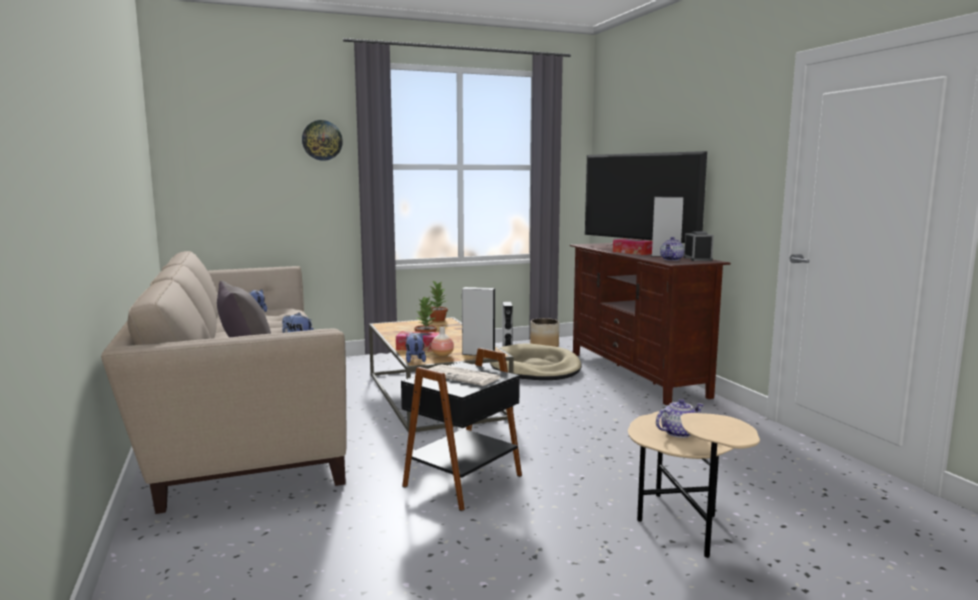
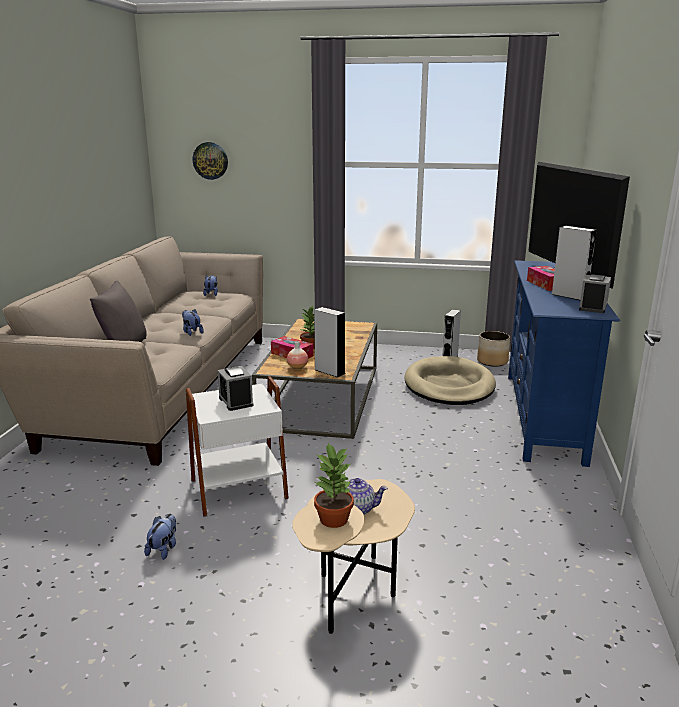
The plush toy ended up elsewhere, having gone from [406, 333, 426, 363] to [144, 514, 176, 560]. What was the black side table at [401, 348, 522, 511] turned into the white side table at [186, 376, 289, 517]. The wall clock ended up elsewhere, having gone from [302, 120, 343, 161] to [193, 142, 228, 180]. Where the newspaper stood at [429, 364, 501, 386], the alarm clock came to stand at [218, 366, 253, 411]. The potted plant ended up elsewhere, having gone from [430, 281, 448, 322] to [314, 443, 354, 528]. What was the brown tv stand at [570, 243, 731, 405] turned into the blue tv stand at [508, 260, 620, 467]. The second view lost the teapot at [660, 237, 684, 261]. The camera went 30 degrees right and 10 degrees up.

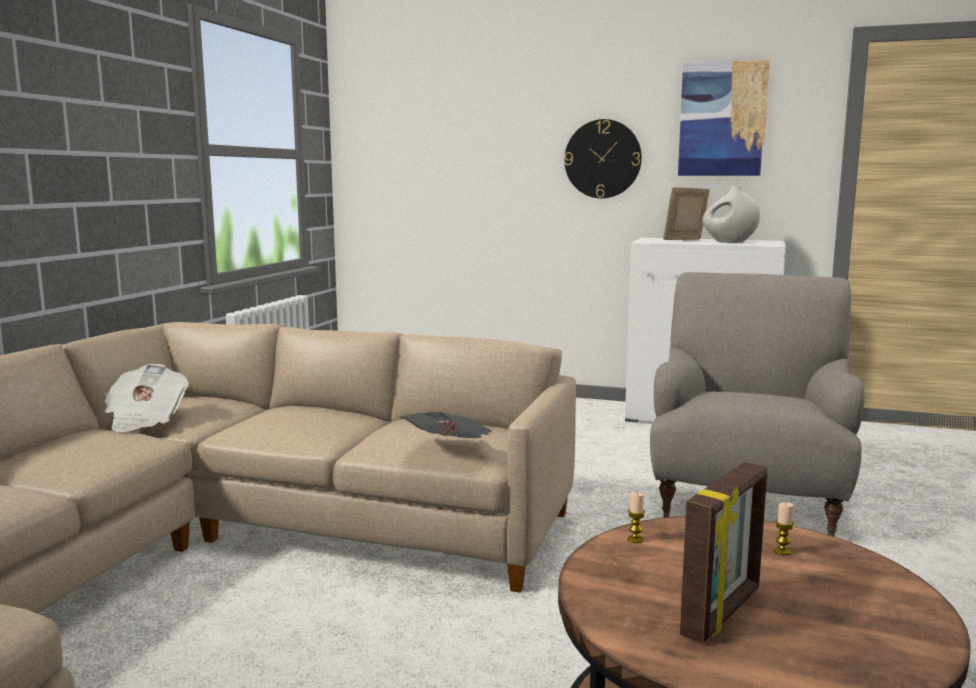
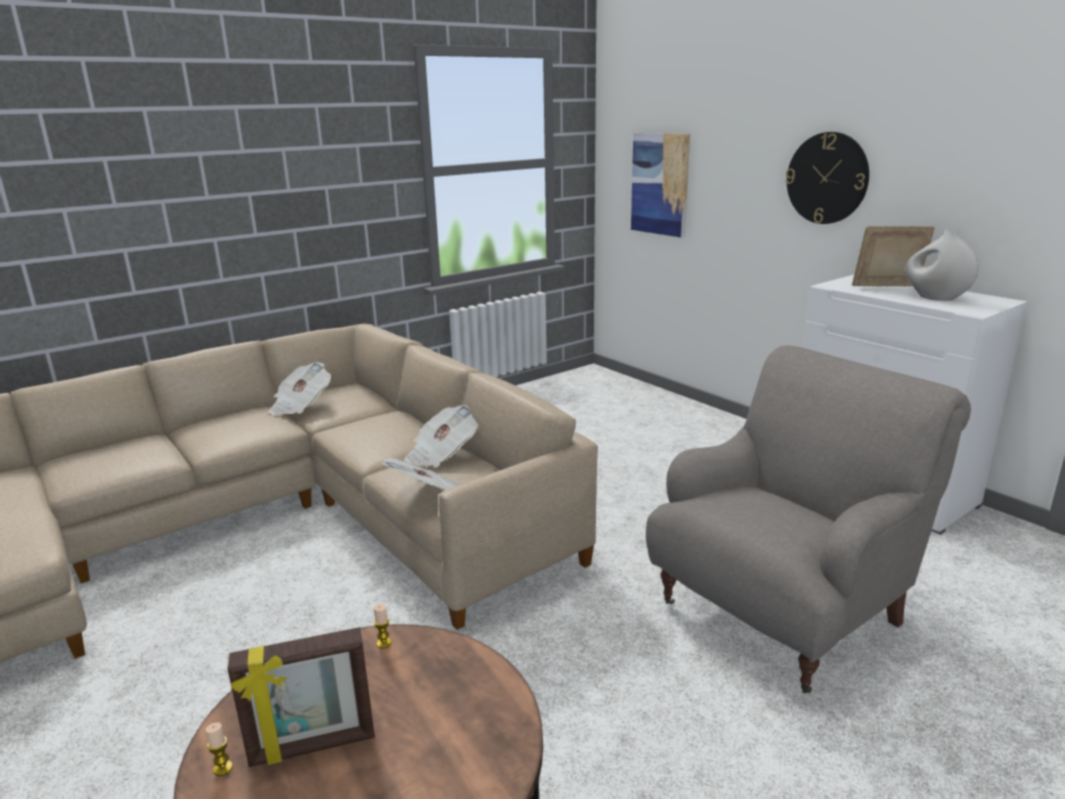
The candle ended up elsewhere, having gone from [774, 502, 794, 555] to [205, 722, 233, 776]. The second view gained the newspaper at [404, 405, 478, 468]. The picture ended up elsewhere, having gone from [678, 60, 770, 176] to [631, 133, 690, 238]. The camera went 35 degrees right and 10 degrees up.

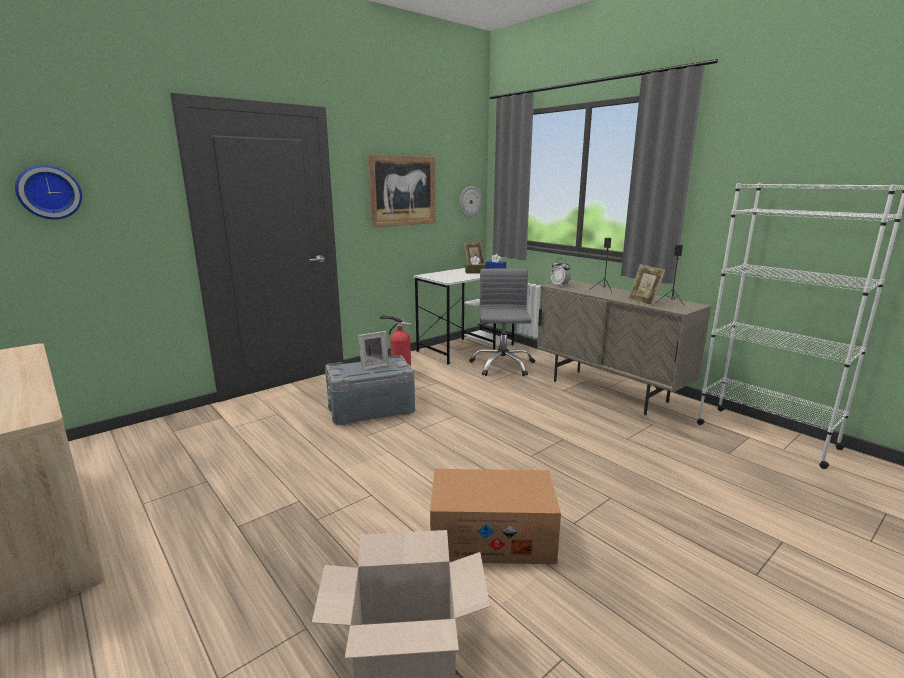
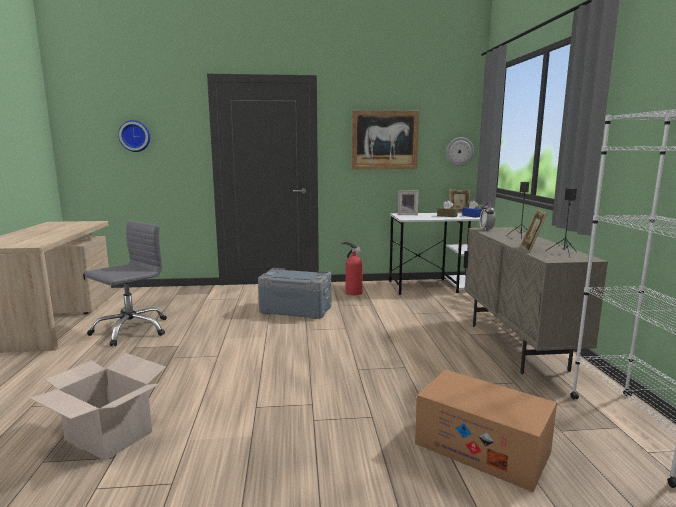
The grey office chair ended up elsewhere, having gone from [469, 269, 535, 376] to [84, 221, 167, 346]. The picture frame ended up elsewhere, having gone from [358, 331, 389, 370] to [398, 190, 418, 215]. The cardboard box ended up elsewhere, having gone from [430, 469, 561, 564] to [415, 369, 557, 492]. The camera went 35 degrees right and 5 degrees down.

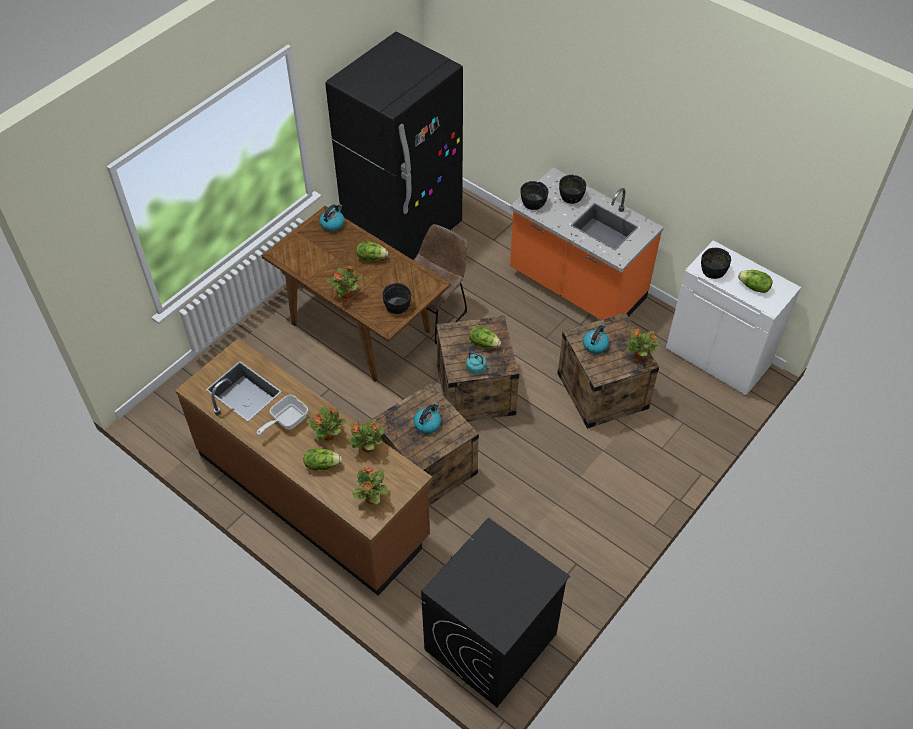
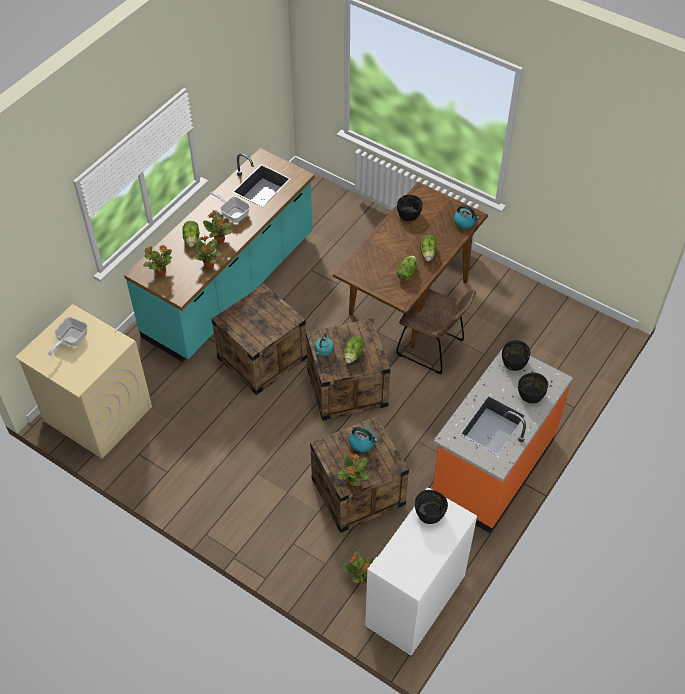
What was the black washing machine at [421, 518, 570, 707] turned into the beige washing machine at [15, 304, 152, 459]. The second view gained the frying pan at [48, 317, 88, 356]. What was the brown counter at [175, 338, 433, 596] turned into the turquoise counter at [124, 148, 315, 362]. The potted plant ended up elsewhere, having gone from [327, 266, 362, 298] to [343, 551, 374, 583]. The black bowl ended up elsewhere, having gone from [383, 283, 411, 314] to [397, 195, 423, 221]. The lettuce ended up elsewhere, having gone from [738, 270, 772, 293] to [397, 255, 417, 280]. The second view lost the black fridge at [325, 32, 463, 260]. The second view lost the kettle at [413, 403, 441, 434]. The camera went 85 degrees right and 0 degrees up.

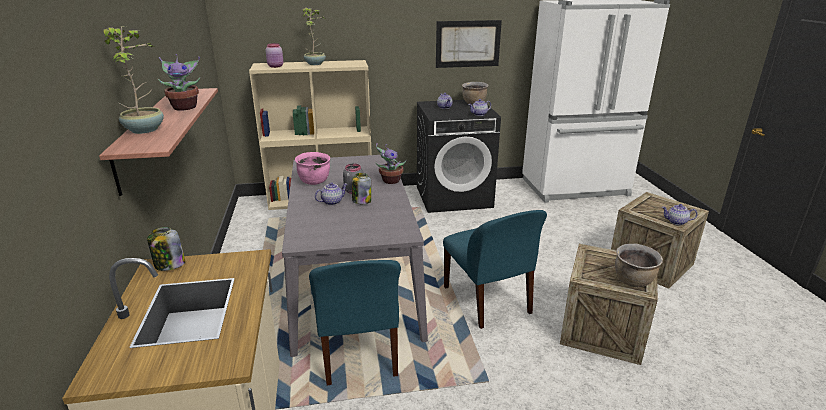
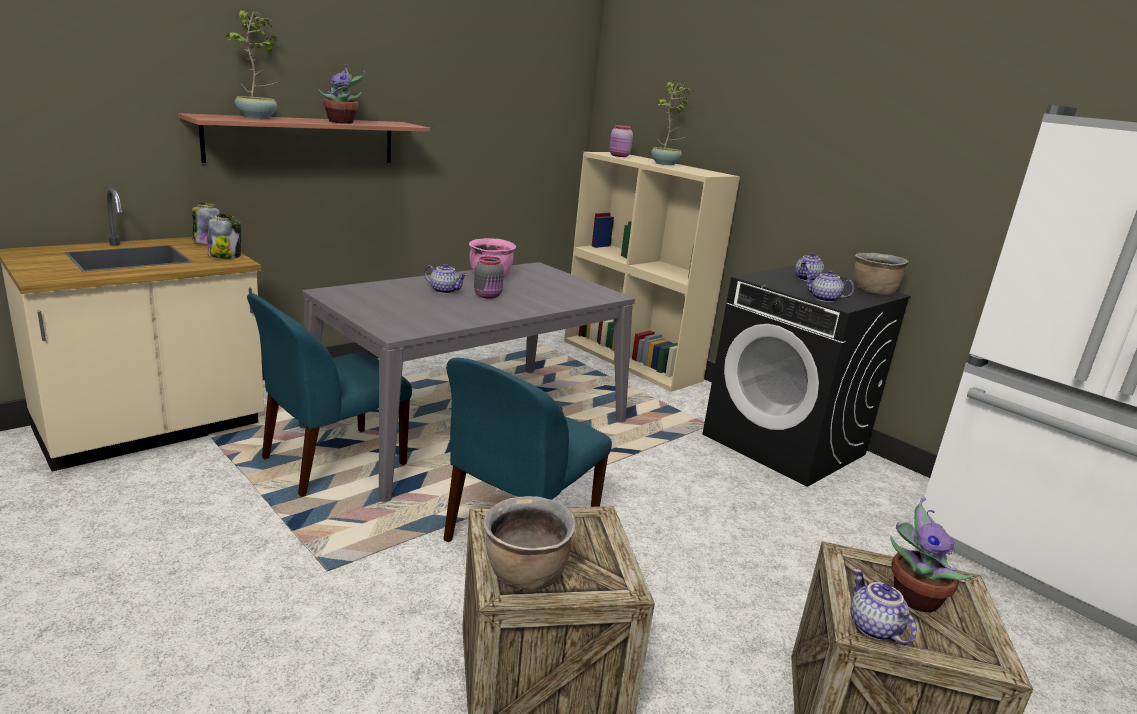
The jar ended up elsewhere, having gone from [352, 173, 371, 204] to [208, 214, 241, 259]. The potted plant ended up elsewhere, having gone from [376, 143, 407, 184] to [890, 497, 975, 612]. The second view lost the picture at [436, 20, 502, 68]. The camera went 55 degrees right and 5 degrees down.

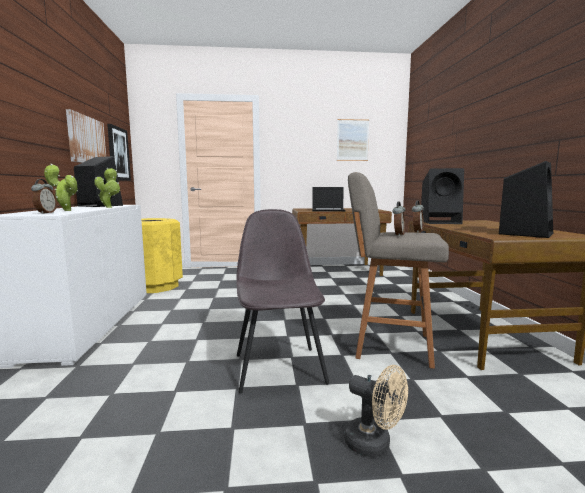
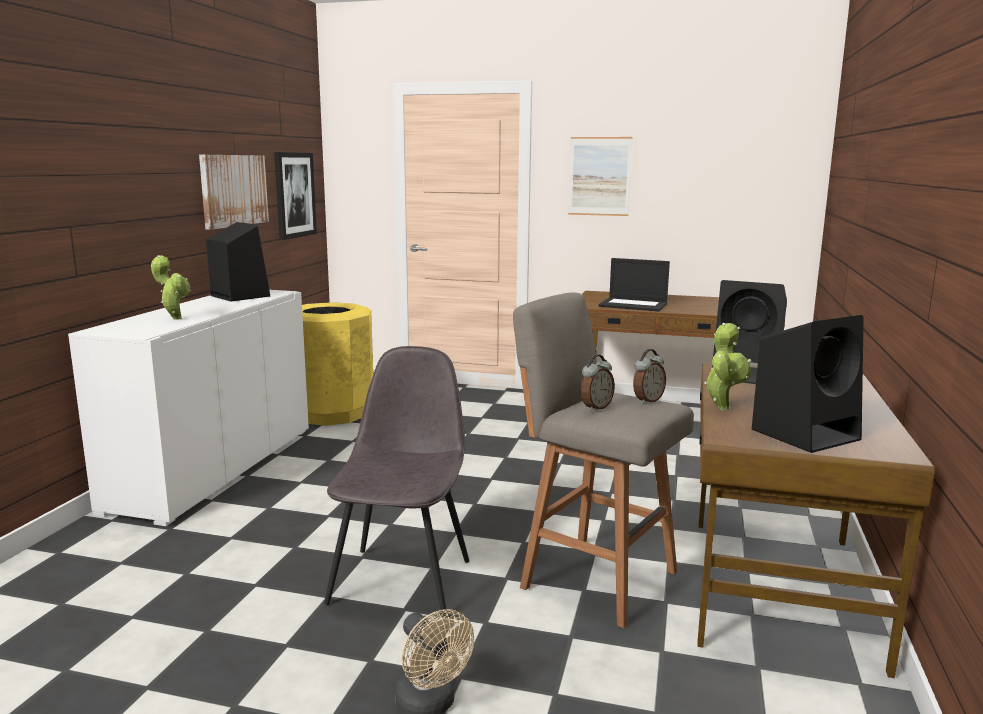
The picture ended up elsewhere, having gone from [337, 119, 369, 161] to [568, 137, 633, 216]. The potted plant ended up elsewhere, having gone from [94, 168, 120, 208] to [704, 322, 752, 411]. The second view lost the alarm clock at [31, 179, 57, 214]. The camera went 20 degrees right and 5 degrees up.

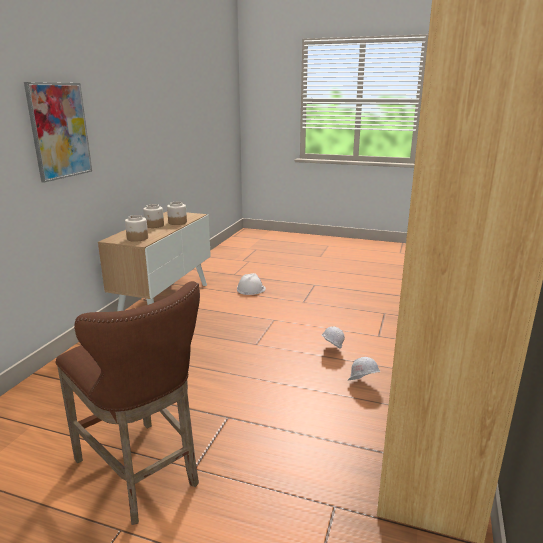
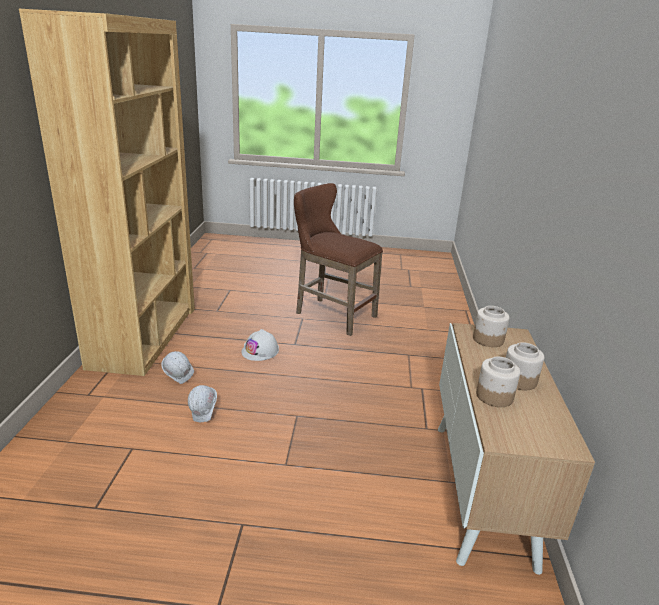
The white hard hat ended up elsewhere, having gone from [237, 273, 266, 295] to [241, 329, 279, 361]. The second view lost the picture at [24, 82, 92, 183]. The camera went 165 degrees right and 5 degrees up.

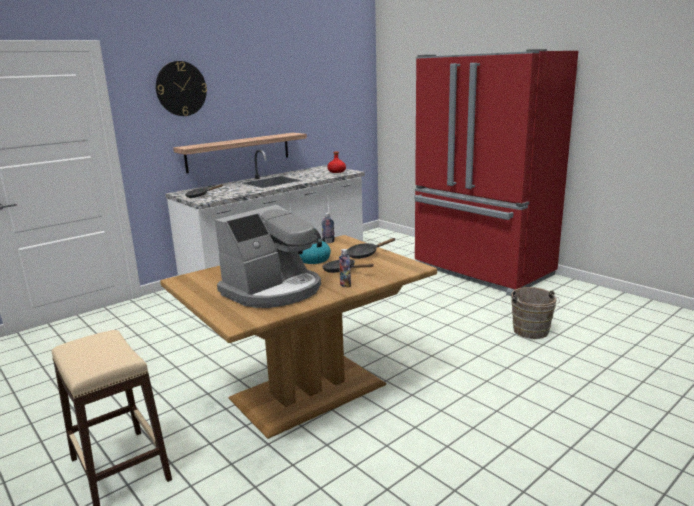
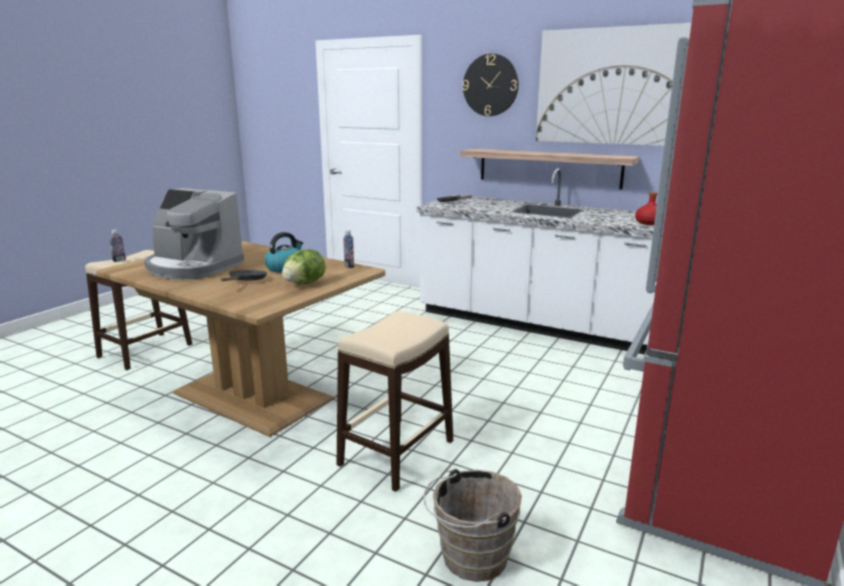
The bottle ended up elsewhere, having gone from [339, 249, 351, 288] to [109, 230, 126, 262]. Where the black frying pan stood at [347, 238, 396, 259], the lettuce came to stand at [282, 249, 326, 284]. The second view gained the beige stool at [337, 311, 453, 492]. The second view gained the picture at [536, 23, 691, 146]. The camera went 70 degrees right and 0 degrees up.

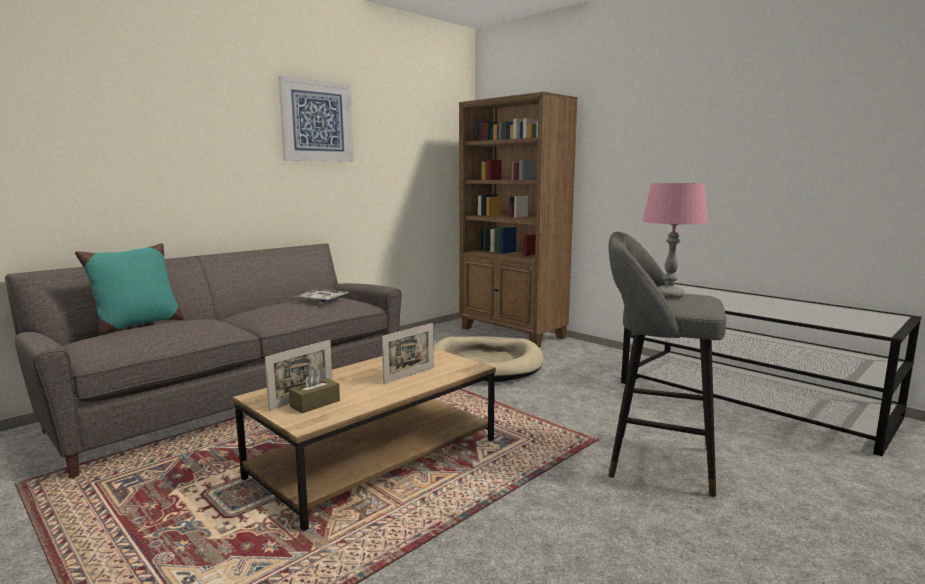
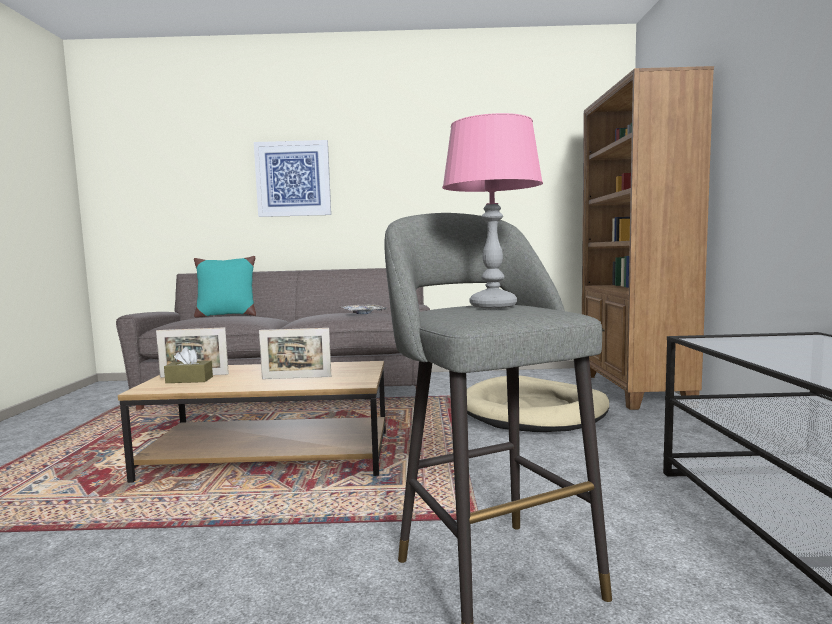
The picture ended up elsewhere, having gone from [278, 75, 353, 162] to [254, 140, 331, 217]. The camera went 45 degrees right and 5 degrees down.

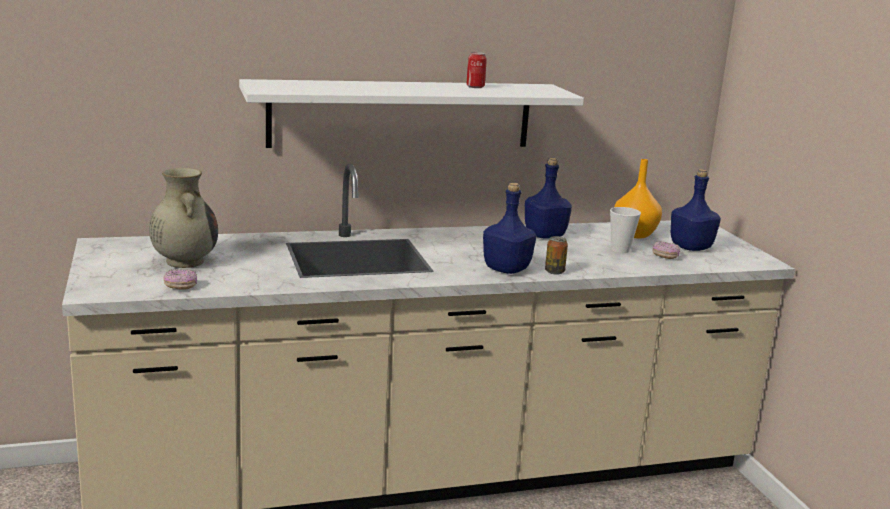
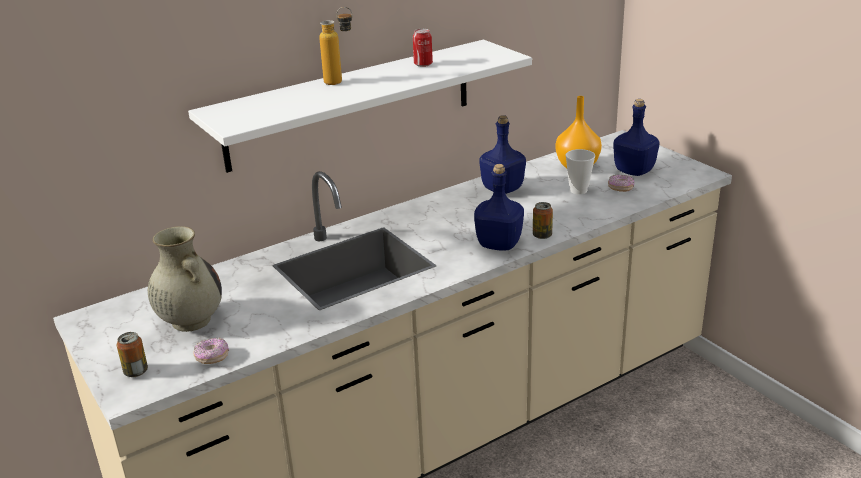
The second view gained the can at [117, 332, 148, 377]. The second view gained the bottle at [319, 7, 353, 85]. The camera went 15 degrees left and 10 degrees up.

